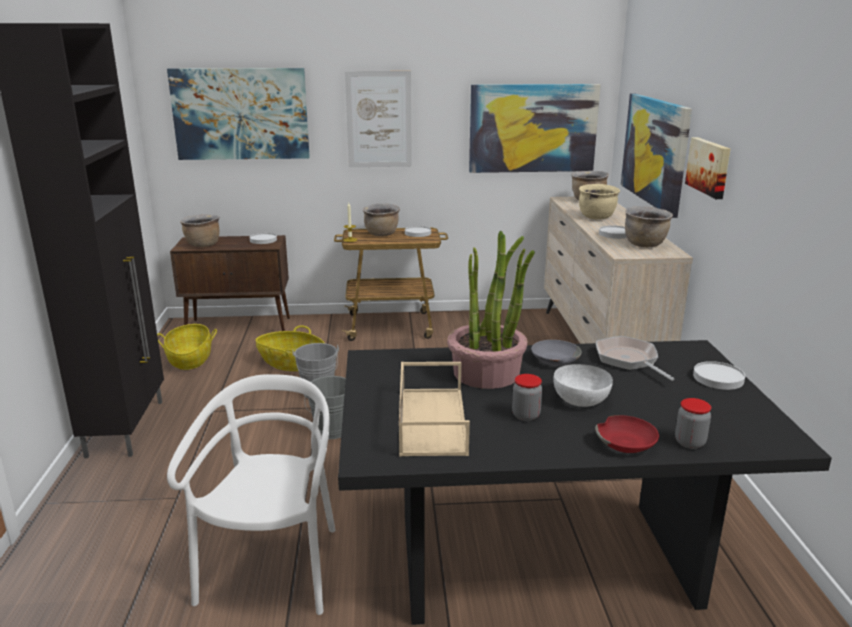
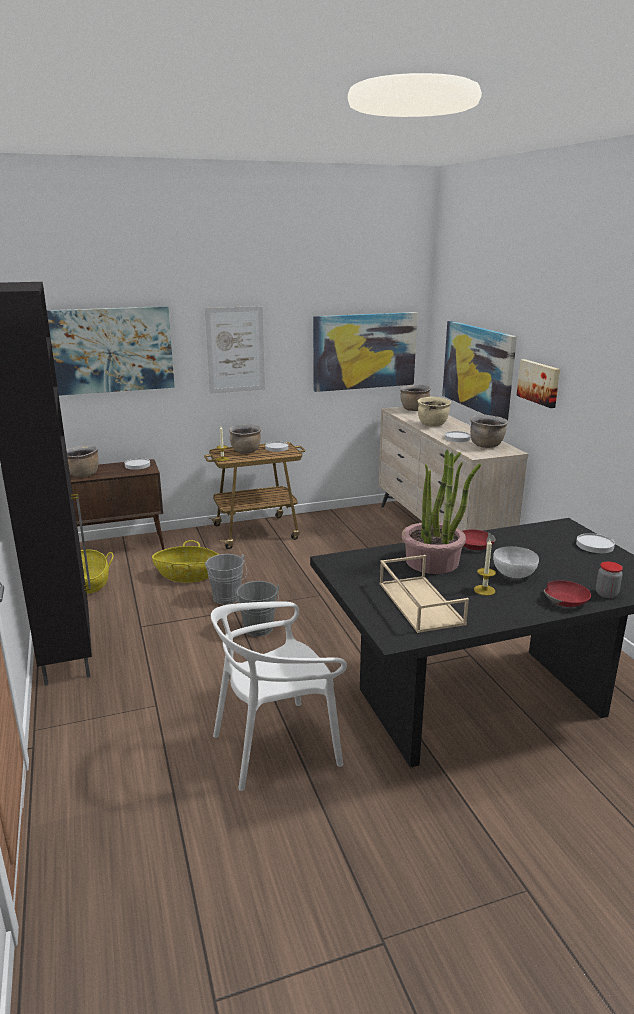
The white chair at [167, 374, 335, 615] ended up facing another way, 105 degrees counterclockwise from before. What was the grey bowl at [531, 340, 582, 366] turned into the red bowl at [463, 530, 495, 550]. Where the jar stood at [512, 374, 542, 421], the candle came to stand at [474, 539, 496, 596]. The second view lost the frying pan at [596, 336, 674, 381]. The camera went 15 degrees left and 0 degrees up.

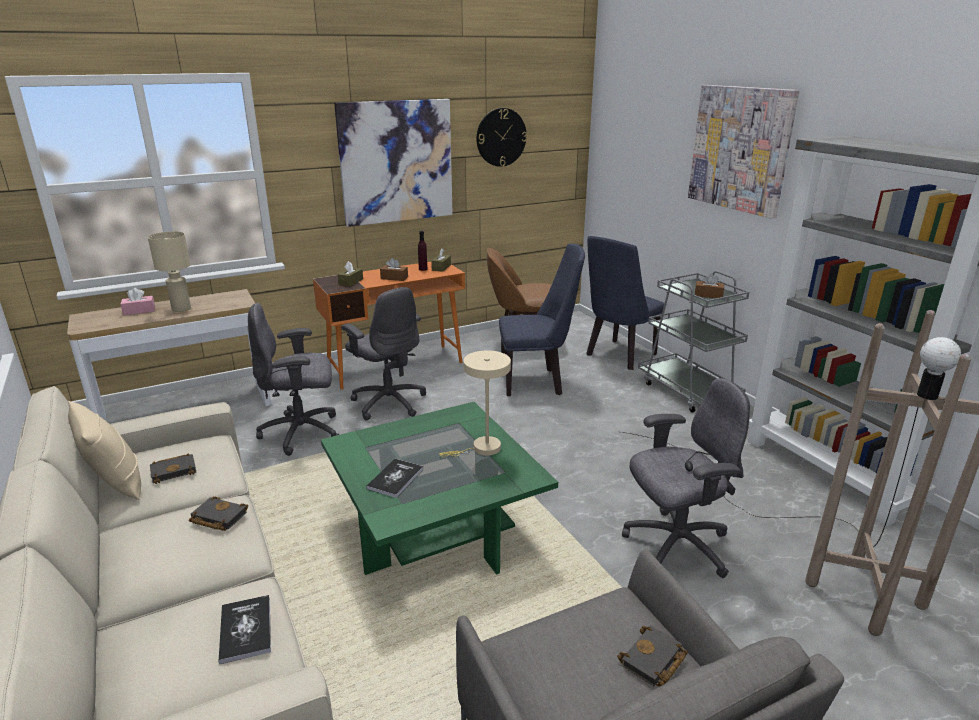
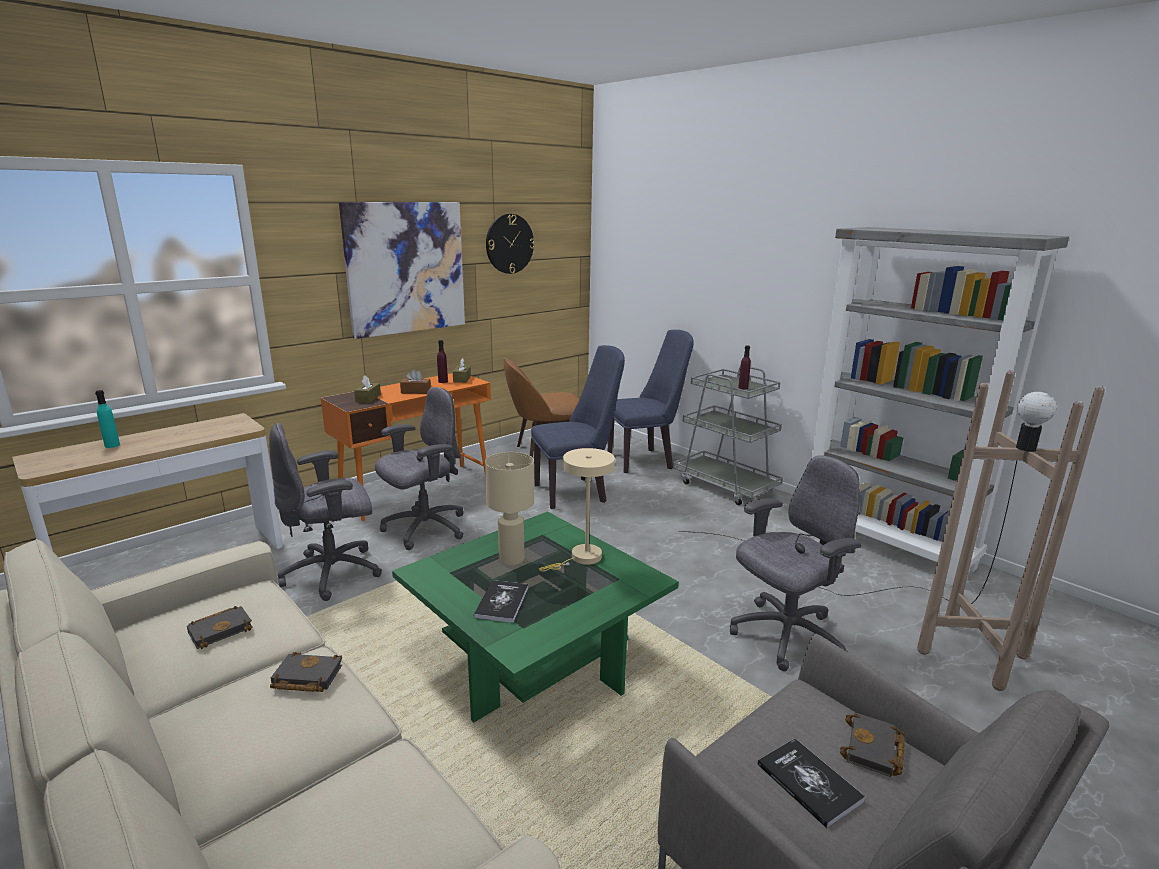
Where the pink tissue box stood at [121, 288, 155, 315], the turquoise bottle came to stand at [95, 390, 120, 448]. The grey office chair at [341, 287, 426, 421] ended up facing another way, 75 degrees counterclockwise from before. The beige table lamp ended up elsewhere, having gone from [148, 231, 191, 312] to [485, 452, 534, 566]. The blue chair at [586, 236, 664, 370] ended up facing another way, 135 degrees counterclockwise from before. Where the brown tissue box stood at [695, 274, 724, 298], the purple bottle came to stand at [738, 345, 751, 390]. The book ended up elsewhere, having gone from [218, 595, 271, 664] to [758, 738, 865, 828]. The second view lost the beige pillow at [68, 401, 141, 500]. The second view lost the picture at [688, 85, 799, 219]. The camera went 15 degrees left and 5 degrees down.

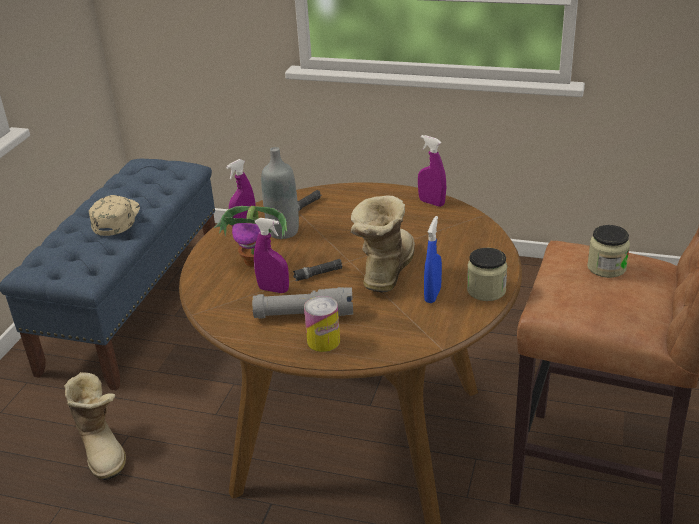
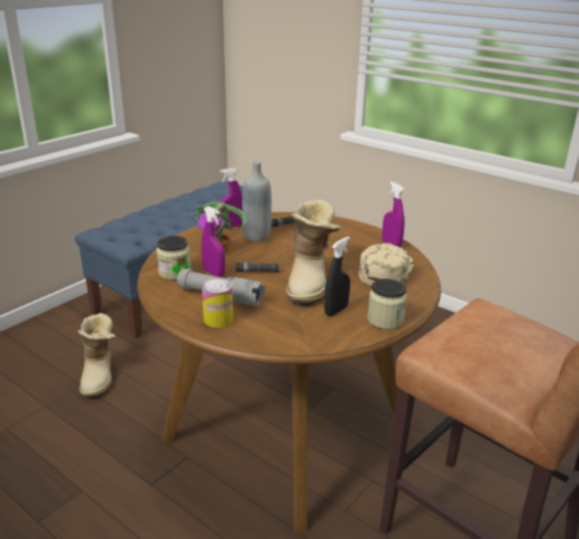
The jar ended up elsewhere, having gone from [587, 225, 630, 278] to [156, 236, 191, 280]. The boot at [350, 195, 415, 293] ended up facing another way, 150 degrees clockwise from before. What was the blue spray bottle at [424, 216, 442, 303] turned into the black spray bottle at [324, 237, 350, 316]. The beige cap ended up elsewhere, having gone from [89, 195, 140, 236] to [358, 243, 414, 286]. The camera went 20 degrees right and 5 degrees down.

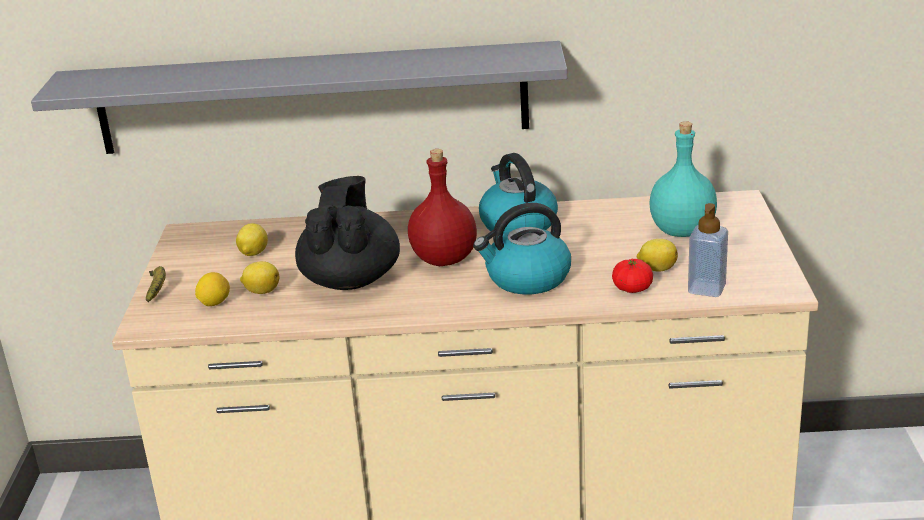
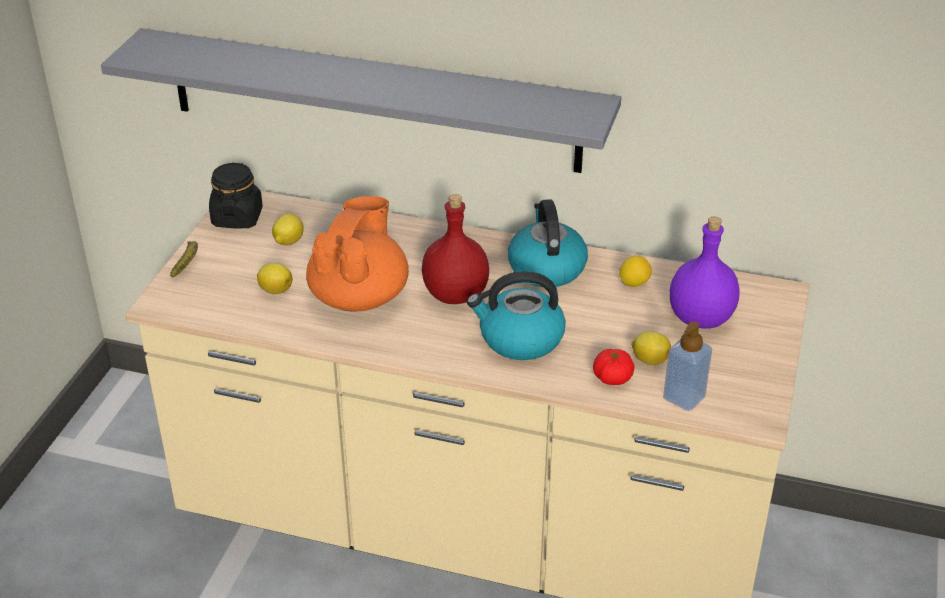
The second view gained the black jar at [209, 163, 263, 228]. What was the black teapot at [295, 176, 400, 290] turned into the orange teapot at [306, 196, 409, 311]. The lemon ended up elsewhere, having gone from [195, 272, 230, 306] to [619, 255, 652, 287]. What was the turquoise bottle at [650, 121, 717, 237] turned into the purple bottle at [669, 217, 740, 329]. The camera went 15 degrees right and 10 degrees up.

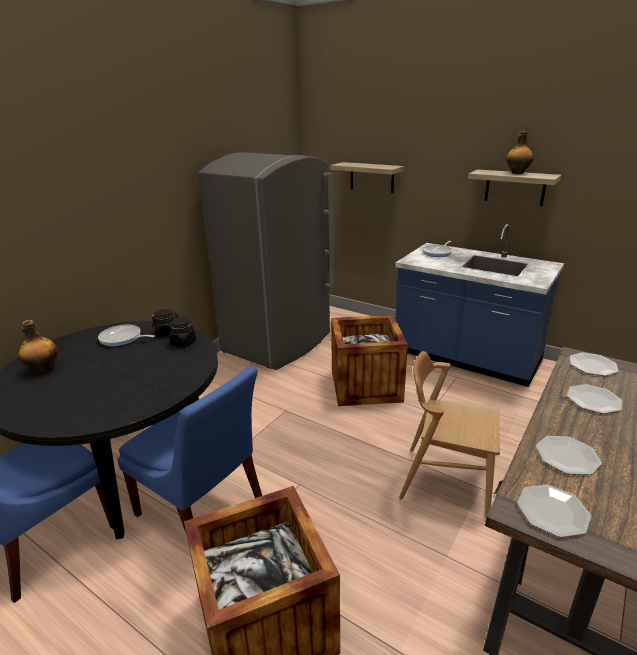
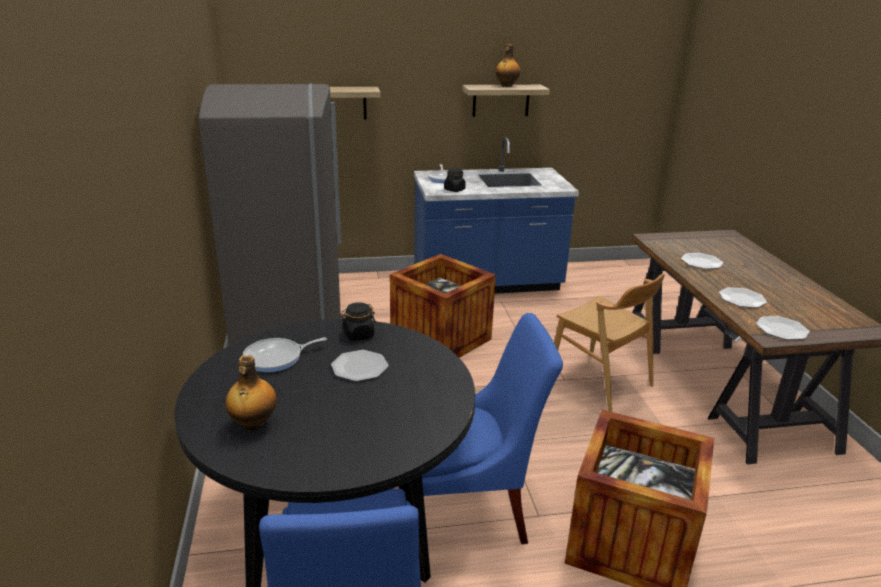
The plate ended up elsewhere, having gone from [569, 353, 619, 376] to [331, 350, 389, 381]. The black jar ended up elsewhere, having gone from [151, 309, 178, 337] to [444, 168, 466, 192]. The brown chair at [399, 351, 500, 517] ended up facing another way, 105 degrees counterclockwise from before. The camera went 45 degrees left and 0 degrees up.

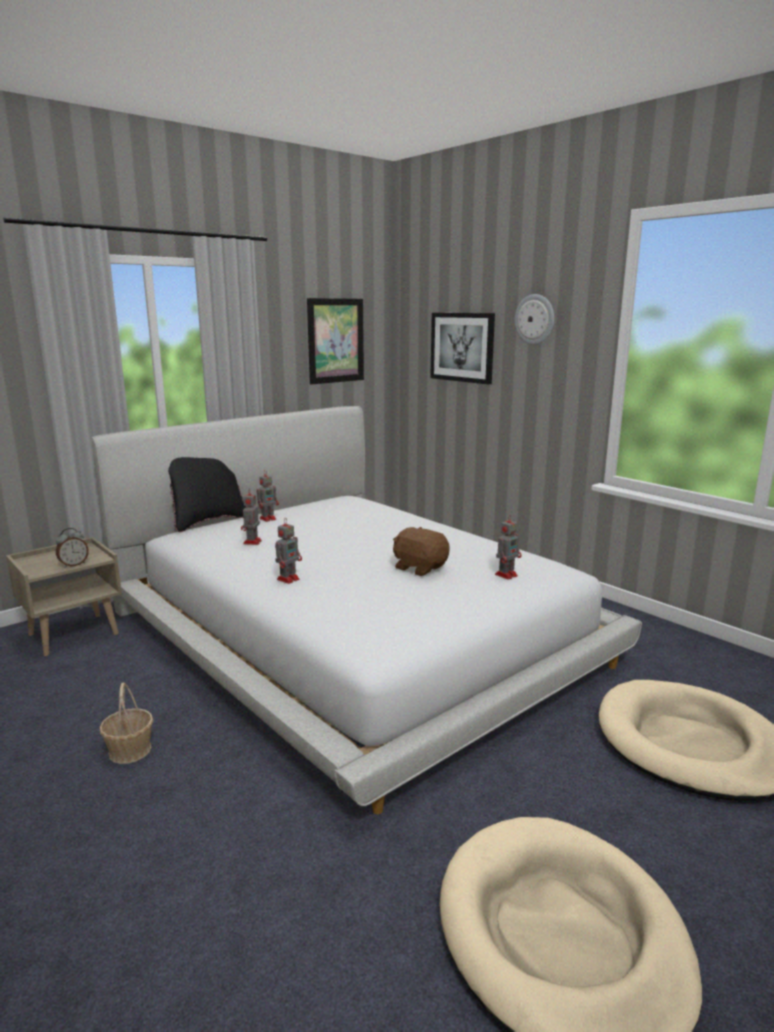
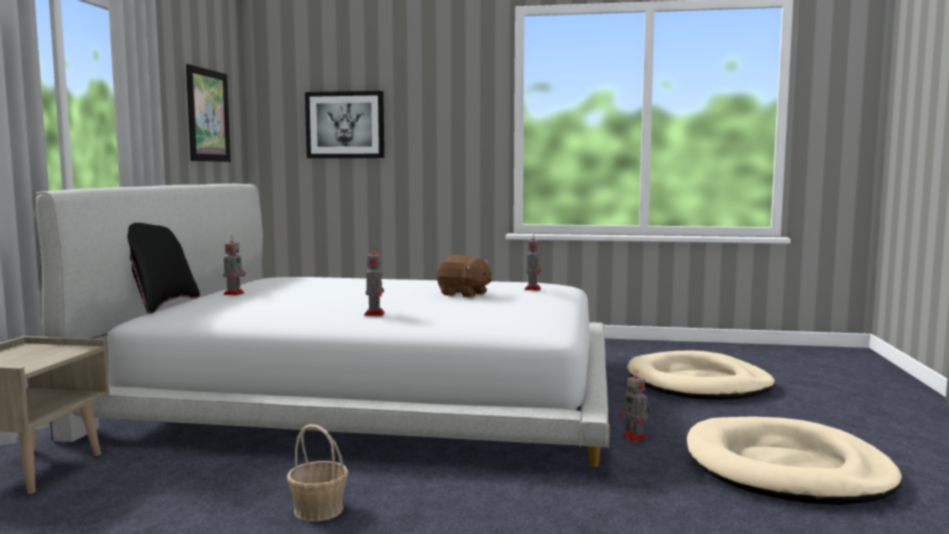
The brown plush toy at [393, 527, 450, 576] ended up facing another way, 150 degrees counterclockwise from before. The toy robot ended up elsewhere, having gone from [241, 489, 262, 545] to [619, 370, 651, 442]. The second view lost the alarm clock at [56, 528, 89, 568]. The second view lost the wall clock at [515, 294, 554, 345]. The camera went 40 degrees left and 10 degrees down.

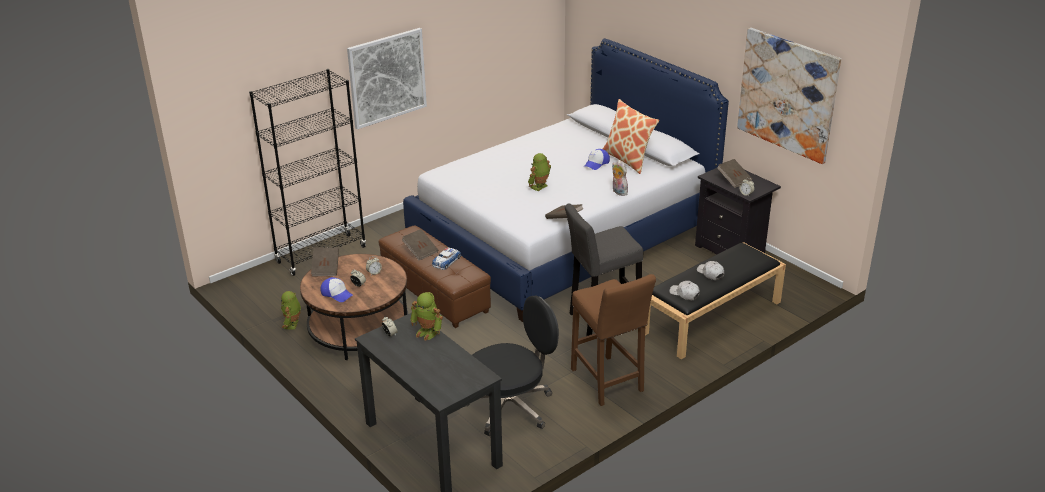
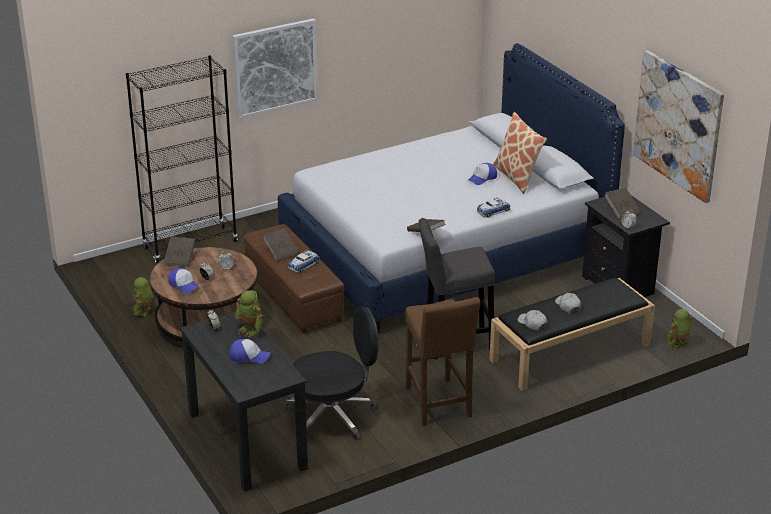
The second view gained the cap at [229, 339, 270, 363]. Where the plush toy stood at [612, 160, 628, 196], the toy car came to stand at [477, 197, 510, 218]. The toy robot ended up elsewhere, having gone from [528, 153, 551, 191] to [666, 309, 694, 349]. The camera went 10 degrees right and 0 degrees up.

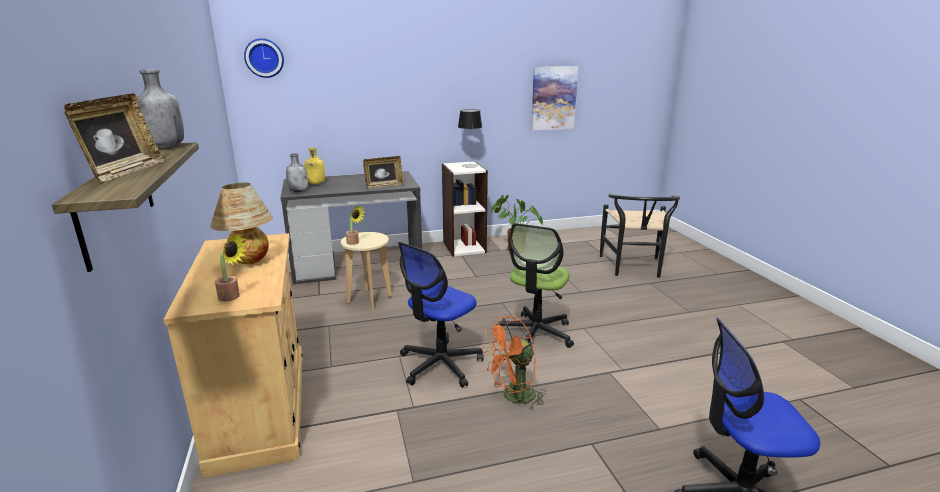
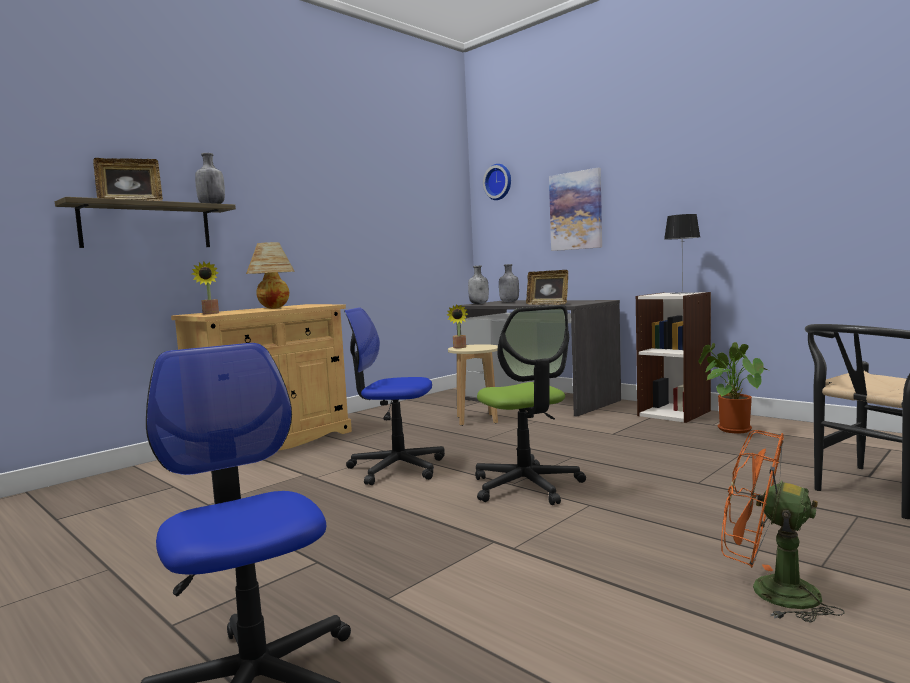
The office chair at [496, 223, 574, 348] ended up facing another way, 105 degrees counterclockwise from before. What was the yellow bottle at [304, 148, 325, 184] turned into the grey bottle at [499, 264, 519, 302]. The picture ended up elsewhere, having gone from [531, 66, 578, 130] to [549, 168, 602, 251]. The orange fan ended up elsewhere, having gone from [482, 316, 546, 412] to [721, 430, 845, 623]. The camera went 60 degrees right and 15 degrees down.

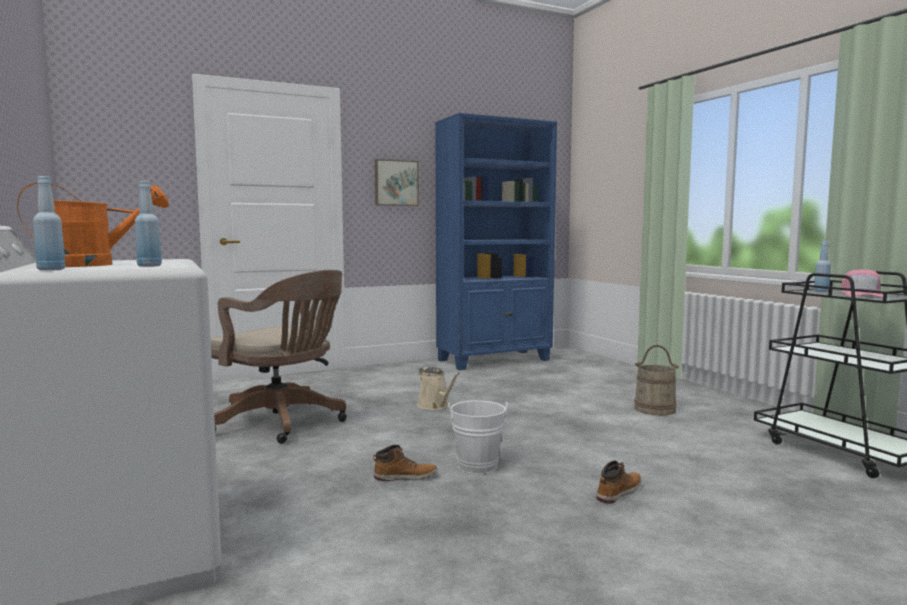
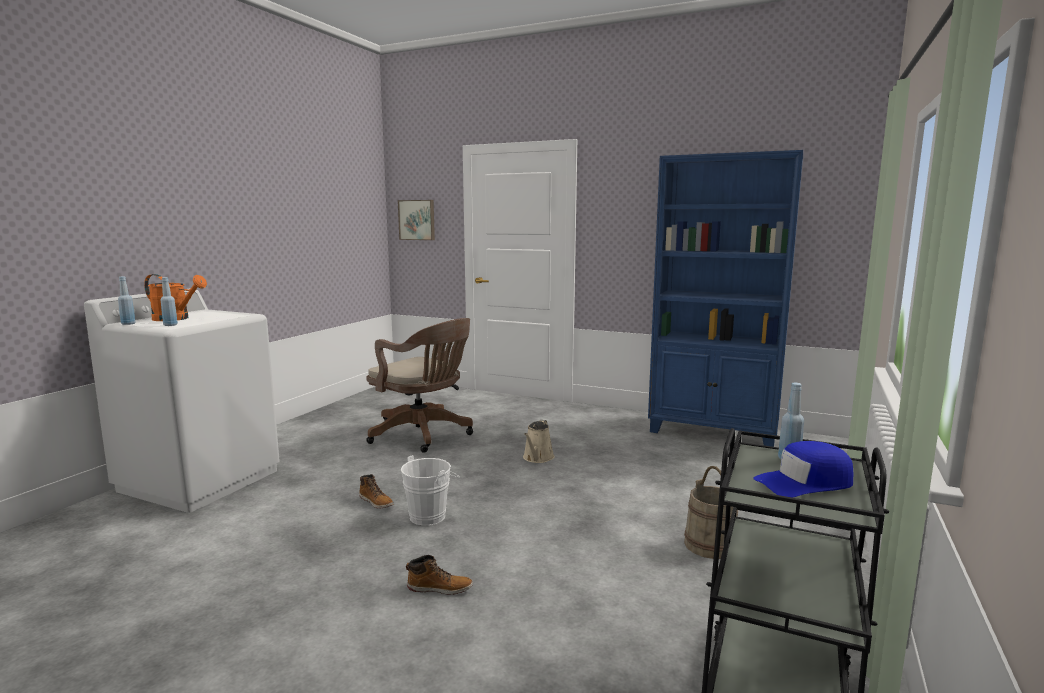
The brown office chair at [211, 270, 347, 444] ended up facing another way, 45 degrees counterclockwise from before. The picture ended up elsewhere, having gone from [375, 159, 419, 206] to [398, 200, 435, 240]. What was the pink cap at [840, 269, 883, 297] turned into the blue cap at [753, 441, 853, 498]. The camera went 50 degrees right and 5 degrees up.

